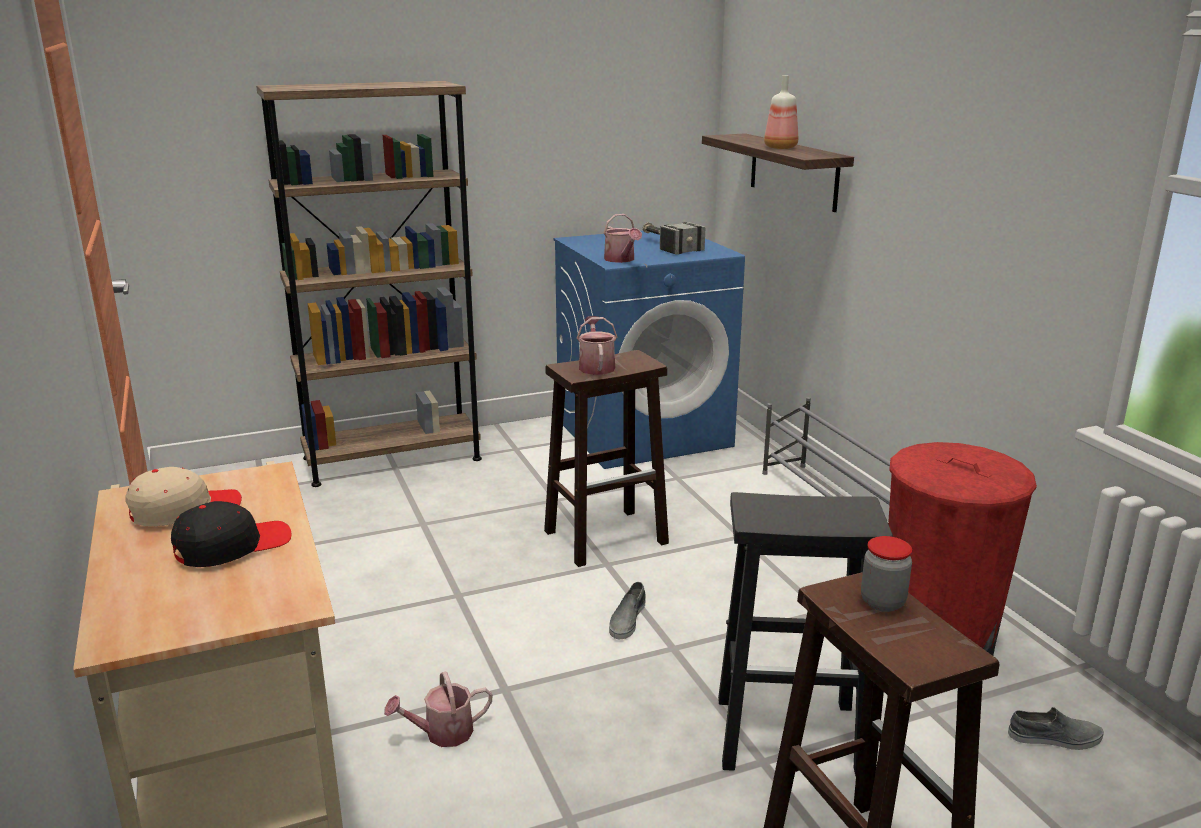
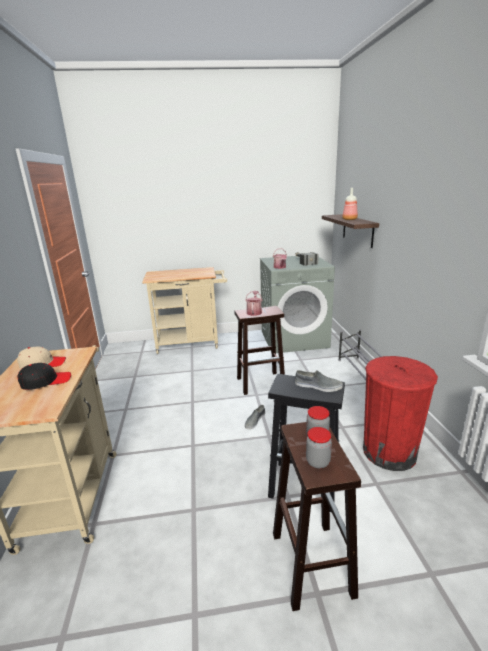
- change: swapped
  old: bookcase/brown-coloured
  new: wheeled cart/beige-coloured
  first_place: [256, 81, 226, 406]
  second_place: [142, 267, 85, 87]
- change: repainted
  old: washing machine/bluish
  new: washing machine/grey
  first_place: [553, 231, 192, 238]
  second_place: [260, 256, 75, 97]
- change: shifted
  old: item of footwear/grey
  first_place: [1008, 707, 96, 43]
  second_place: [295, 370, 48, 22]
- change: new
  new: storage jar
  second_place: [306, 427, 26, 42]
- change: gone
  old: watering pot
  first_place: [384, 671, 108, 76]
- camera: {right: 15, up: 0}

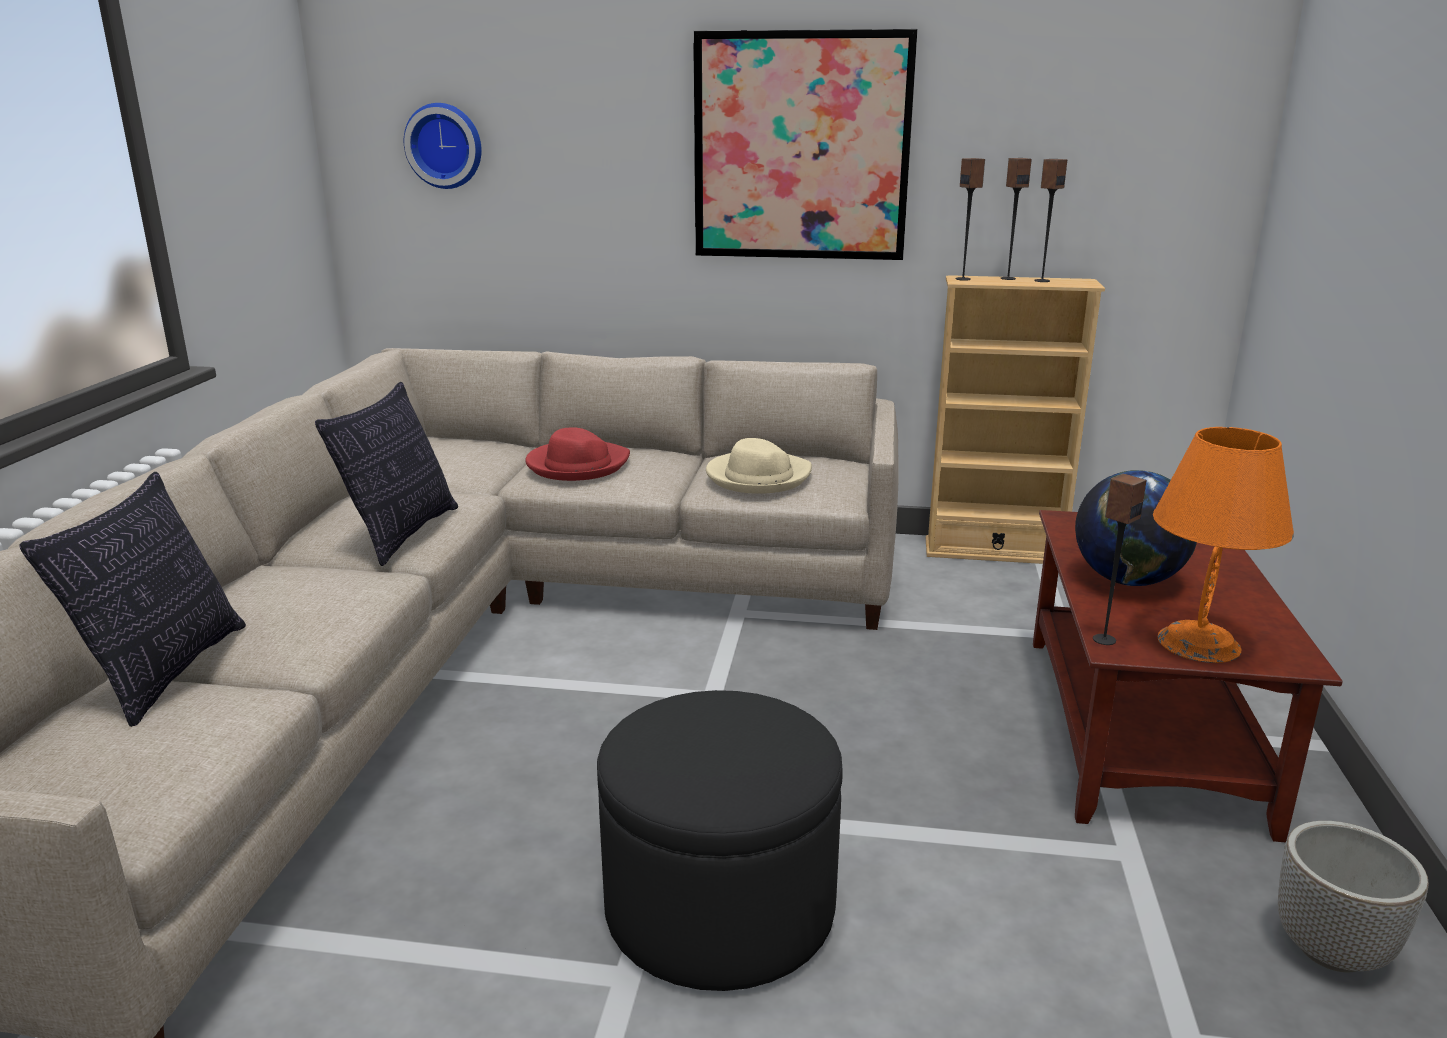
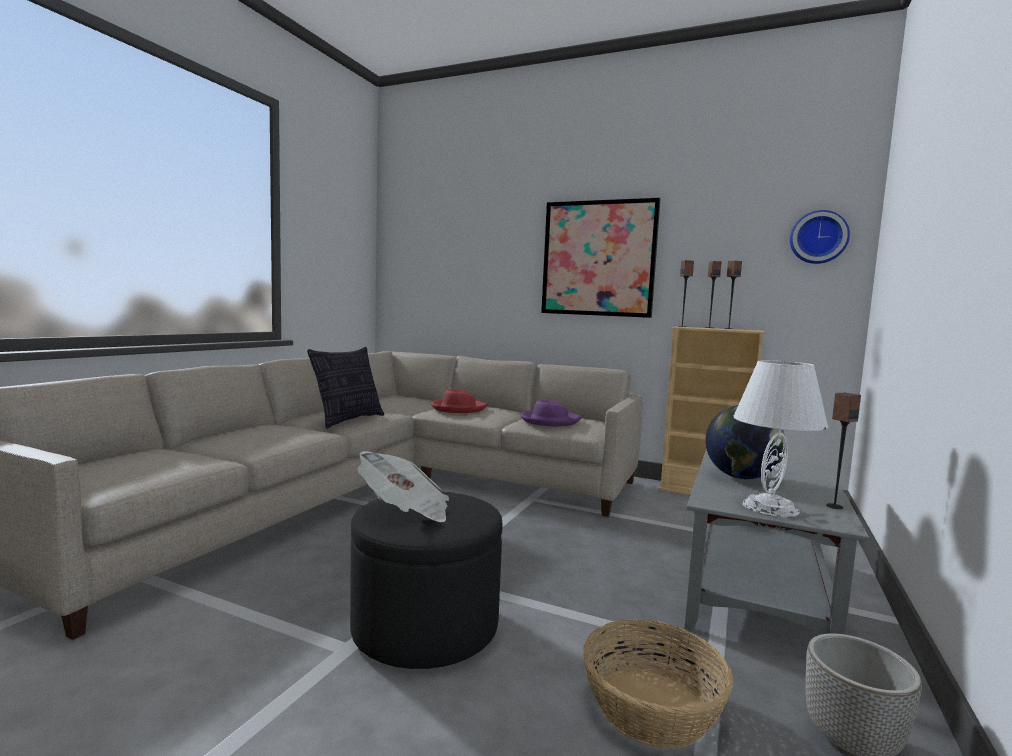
- change: new
  new: newspaper
  second_place: [358, 451, 91, 71]
- change: repainted
  old: hat/beige-coloured
  new: hat/purple
  first_place: [706, 438, 106, 56]
  second_place: [520, 399, 62, 28]
- change: new
  new: basket
  second_place: [583, 619, 150, 130]
- change: repainted
  old: low table/brown-coloured
  new: low table/grey
  first_place: [1033, 510, 310, 332]
  second_place: [684, 449, 185, 186]
- change: repainted
  old: lamp for a table/orangey
  new: lamp for a table/whitish
  first_place: [1153, 427, 141, 236]
  second_place: [733, 360, 95, 157]
- change: shifted
  old: clock on the wall
  first_place: [404, 103, 78, 86]
  second_place: [790, 210, 60, 54]
- change: shifted
  old: audio speaker
  first_place: [1093, 474, 54, 171]
  second_place: [826, 393, 35, 116]
- change: gone
  old: cushion
  first_place: [19, 472, 227, 255]
- camera: {right: 15, up: -15}

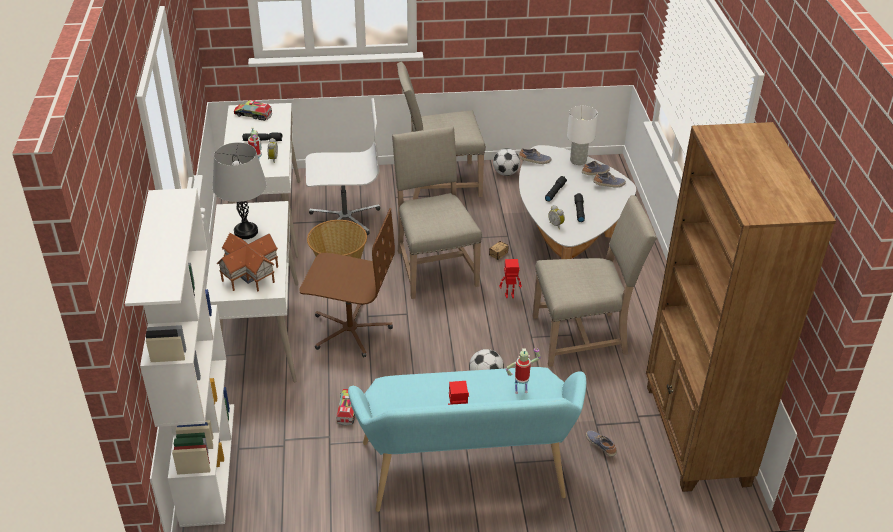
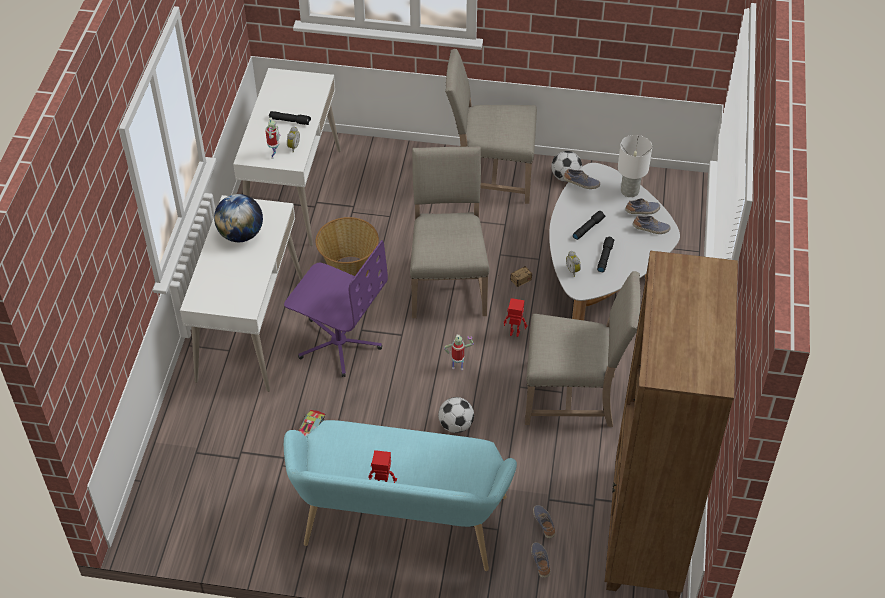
- change: swapped
  old: lamp for a table/grey
  new: desk globe
  first_place: [213, 142, 54, 97]
  second_place: [214, 194, 49, 48]
- change: repainted
  old: desk chair/brown-coloured
  new: desk chair/purple
  first_place: [299, 208, 96, 149]
  second_place: [284, 240, 104, 137]
- change: shifted
  old: toy robot
  first_place: [506, 348, 35, 46]
  second_place: [444, 335, 30, 35]
- change: new
  new: item of footwear
  second_place: [531, 542, 19, 36]
- change: gone
  old: bookcase/whitish
  first_place: [125, 188, 109, 339]
- change: gone
  old: toy house
  first_place: [217, 233, 61, 58]
- change: gone
  old: toy lorry
  first_place: [234, 100, 38, 21]
- change: gone
  old: desk chair/whitish
  first_place: [306, 98, 74, 137]
- camera: {right: 15, up: 10}

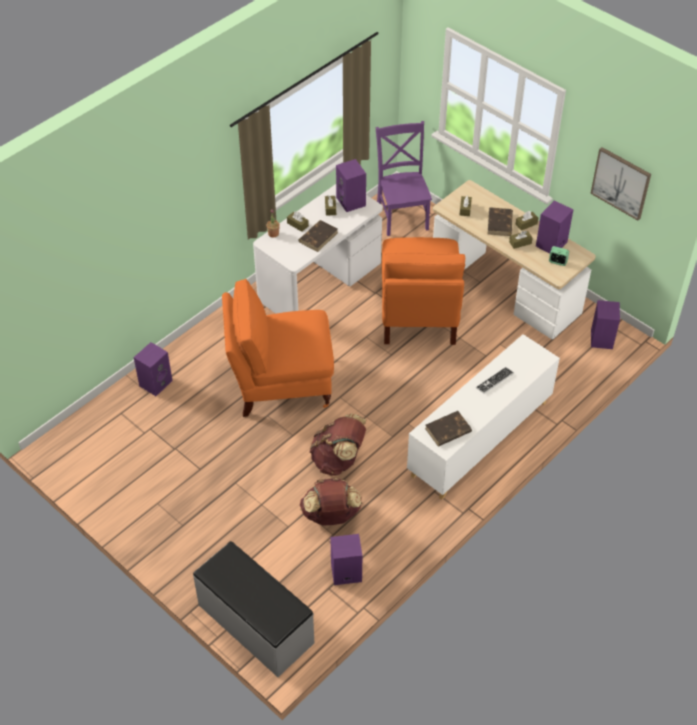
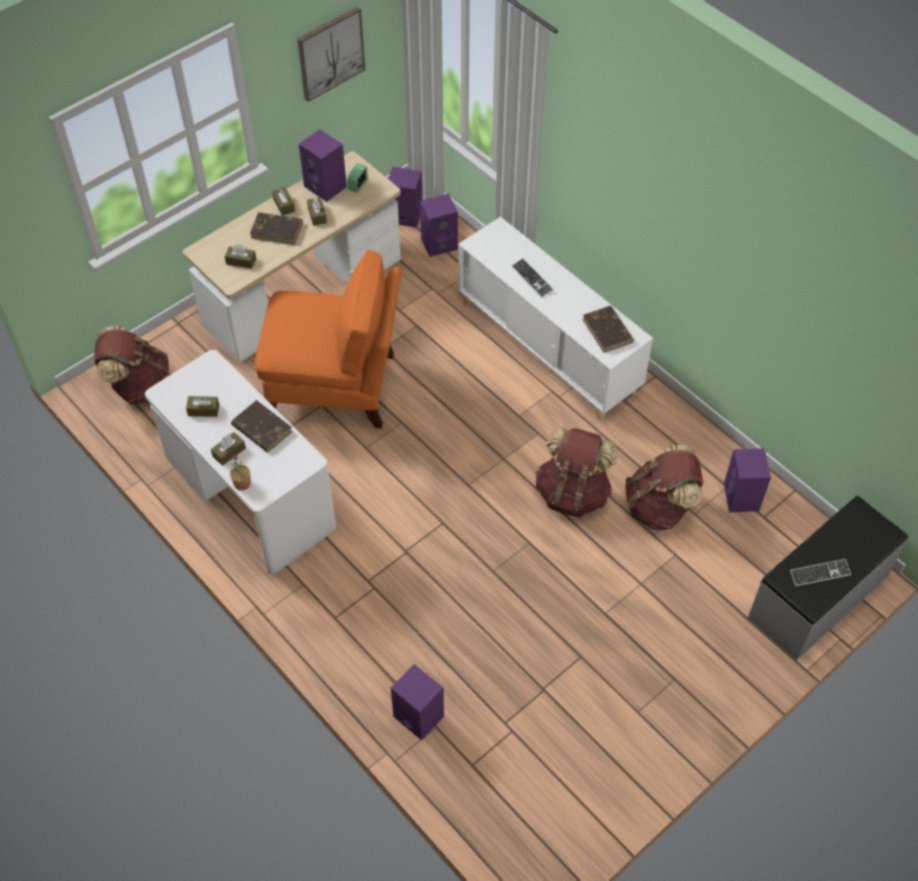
- change: swapped
  old: chair/purple
  new: backpack/brown-coloured
  first_place: [376, 121, 56, 115]
  second_place: [94, 326, 75, 78]
- change: shifted
  old: audio speaker/purple
  first_place: [336, 159, 30, 53]
  second_place: [420, 194, 38, 63]
- change: new
  new: PC keyboard
  second_place: [790, 559, 61, 27]
- change: gone
  old: chair/orangey
  first_place: [222, 279, 112, 138]
- camera: {right: -85, up: 5}

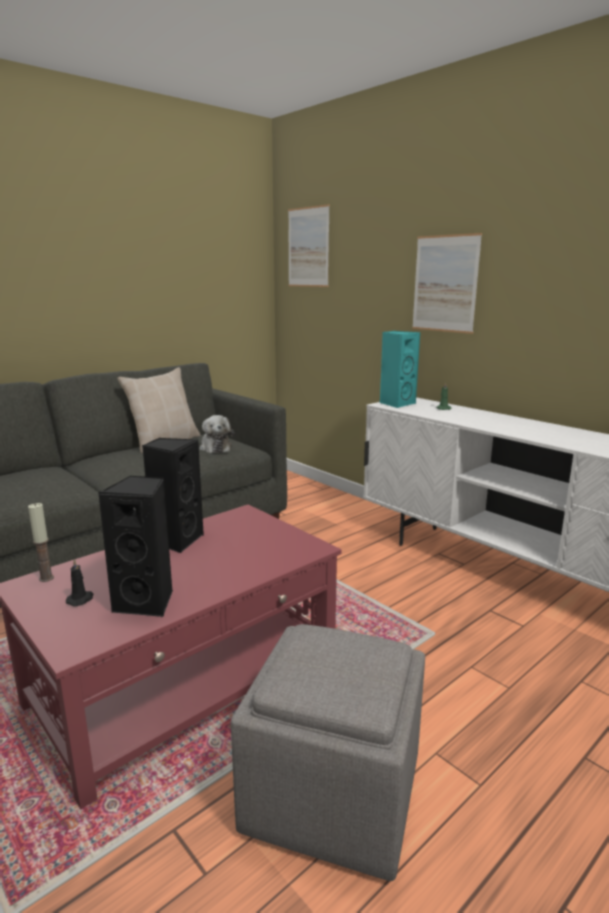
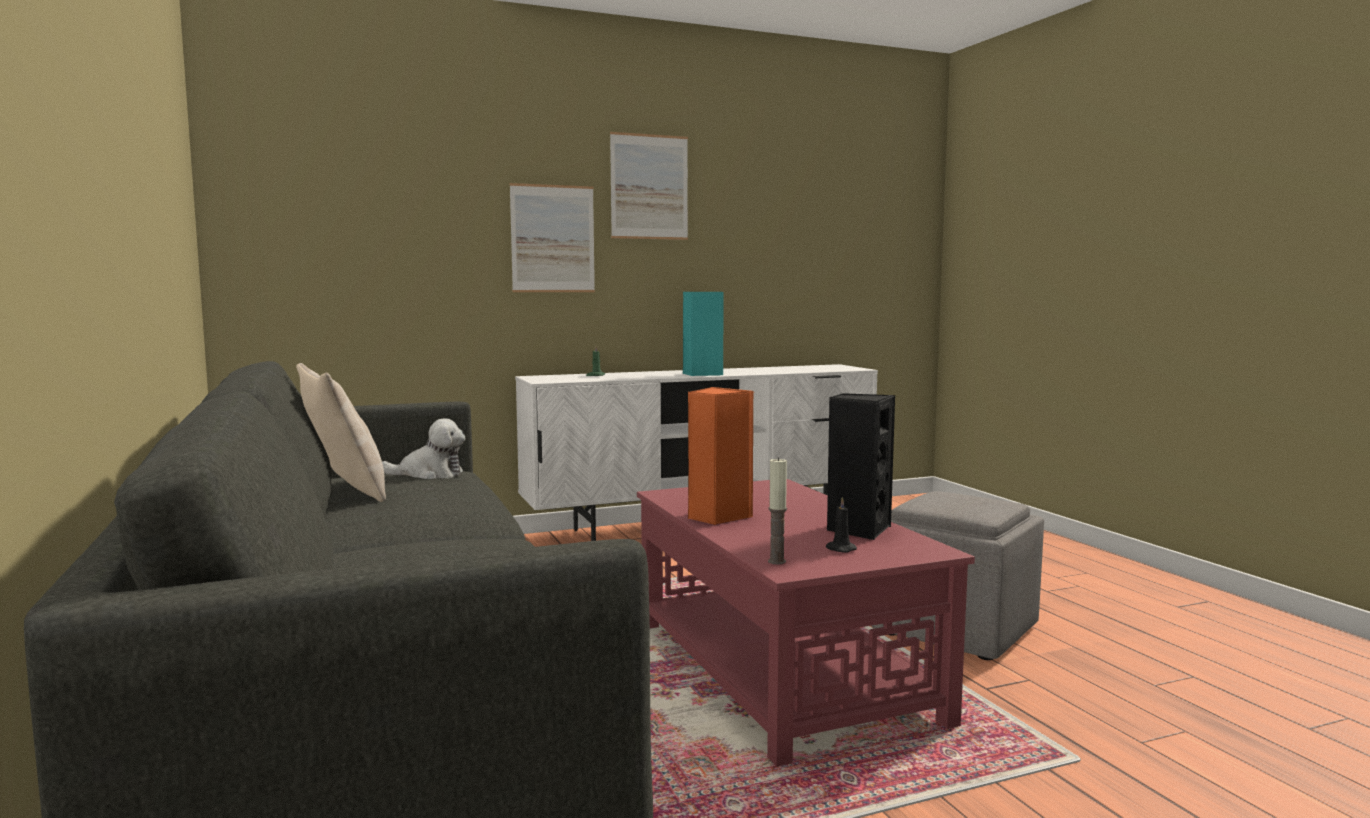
- change: shifted
  old: picture
  first_place: [288, 204, 42, 83]
  second_place: [610, 132, 78, 108]
- change: shifted
  old: audio speaker/turquoise-coloured
  first_place: [380, 331, 40, 77]
  second_place: [683, 292, 41, 84]
- change: repainted
  old: audio speaker/black
  new: audio speaker/orangey
  first_place: [142, 438, 62, 115]
  second_place: [687, 387, 67, 138]
- camera: {right: -70, up: -10}

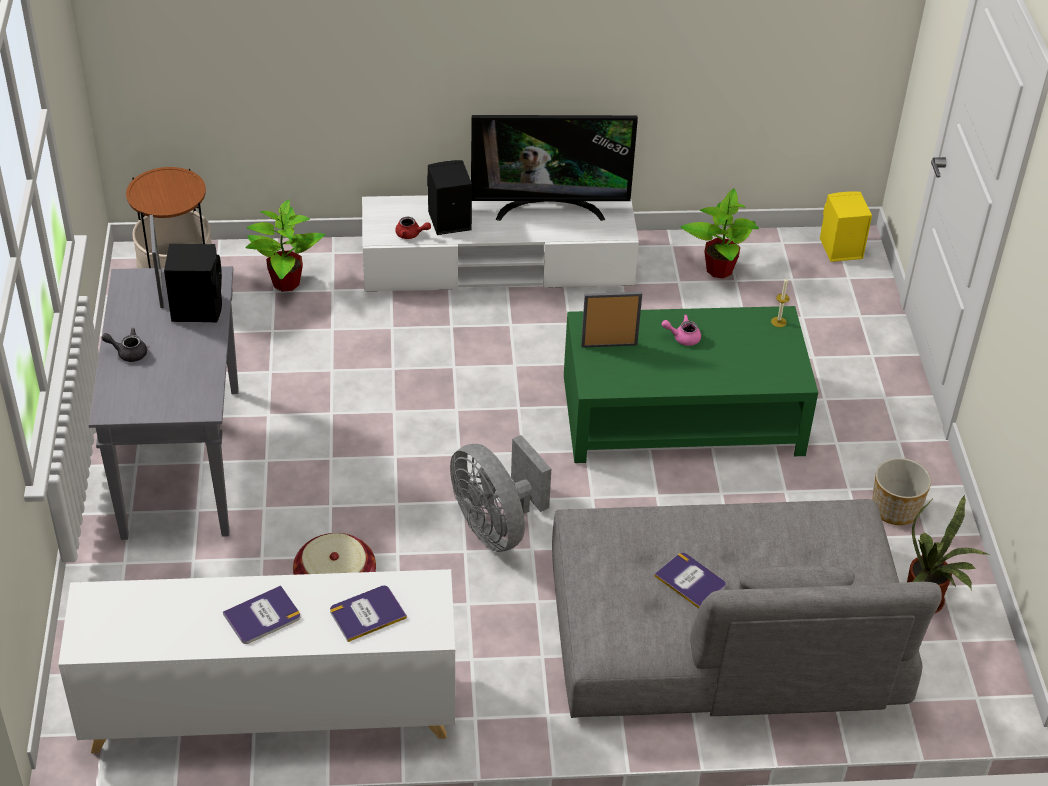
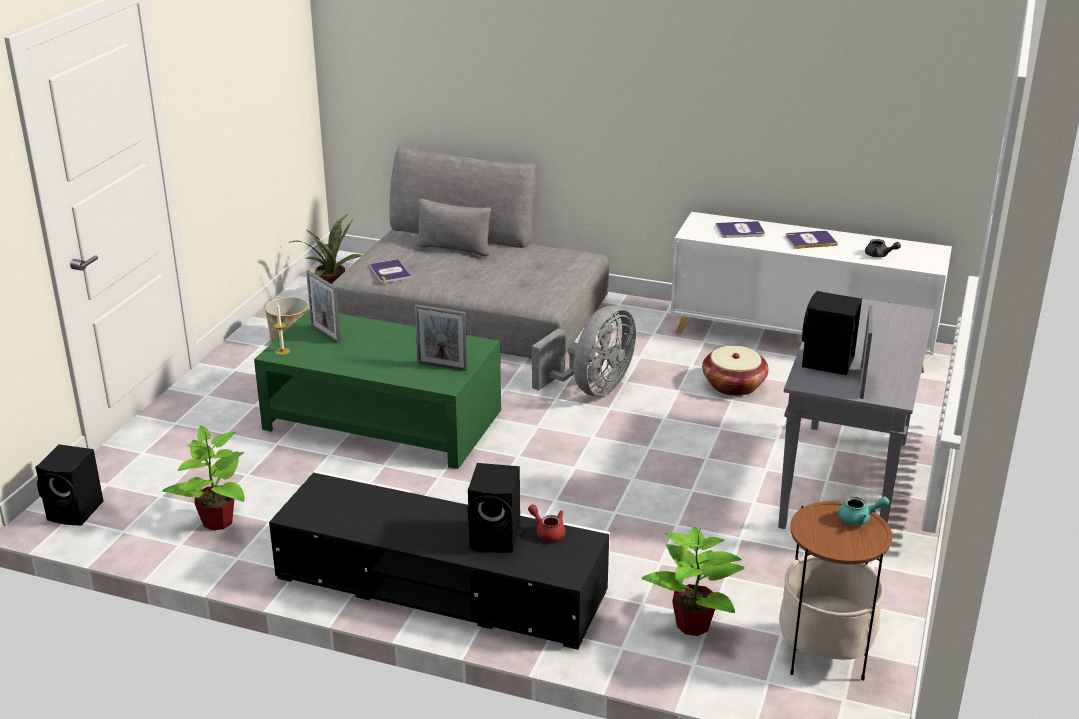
- change: repainted
  old: audio speaker/yellowish
  new: audio speaker/black
  first_place: [820, 192, 52, 70]
  second_place: [35, 444, 68, 81]
- change: repainted
  old: tv stand/whitish
  new: tv stand/black
  first_place: [362, 195, 277, 97]
  second_place: [269, 471, 341, 179]
- change: new
  new: standing frame
  second_place: [306, 270, 35, 74]
- change: shifted
  old: volume
  first_place: [654, 552, 72, 57]
  second_place: [370, 259, 41, 24]
- change: rotated
  old: cooling fan/grey
  first_place: [450, 435, 101, 117]
  second_place: [532, 306, 104, 90]
  degrees: 45
- change: new
  new: tea pot/turquoise-coloured
  second_place: [838, 496, 51, 29]
- change: shifted
  old: tea pot/grey
  first_place: [101, 328, 46, 34]
  second_place: [865, 239, 36, 19]
- change: gone
  old: television
  first_place: [471, 115, 167, 106]
- change: gone
  old: tea pot/pink
  first_place: [662, 314, 39, 32]
- camera: {right: -155, up: -15}

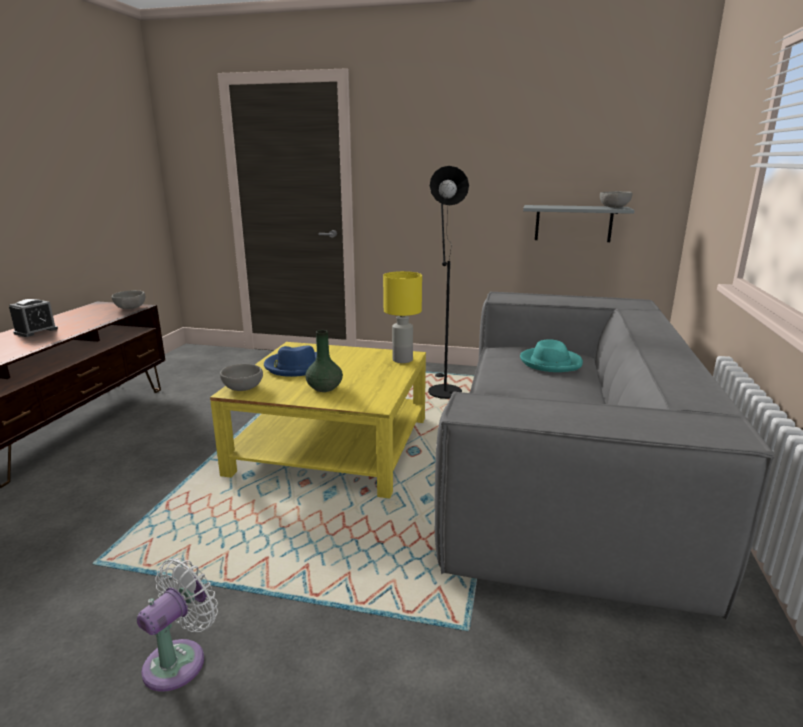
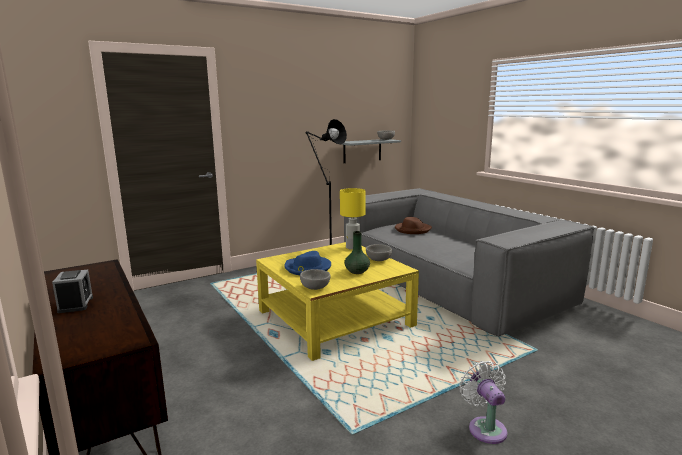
- change: shifted
  old: deep dish/grey
  first_place: [111, 290, 34, 19]
  second_place: [366, 244, 26, 17]
- change: repainted
  old: hat/turquoise-coloured
  new: hat/brown-coloured
  first_place: [520, 339, 63, 33]
  second_place: [395, 217, 37, 17]
- camera: {right: -45, up: -5}

